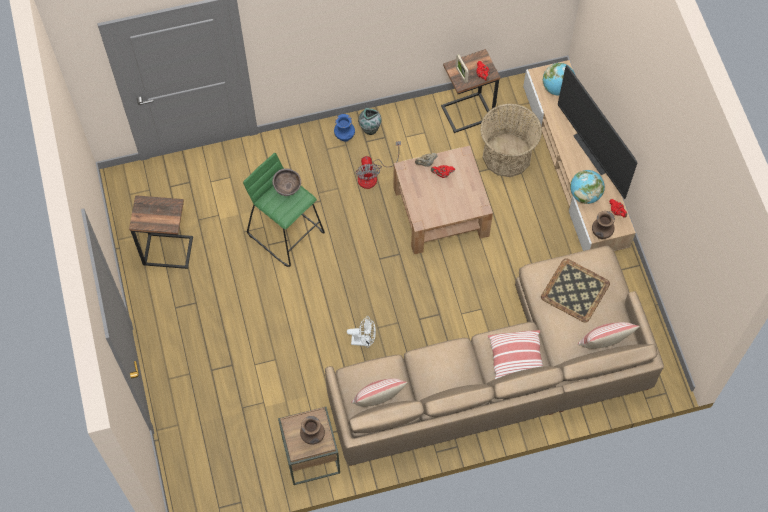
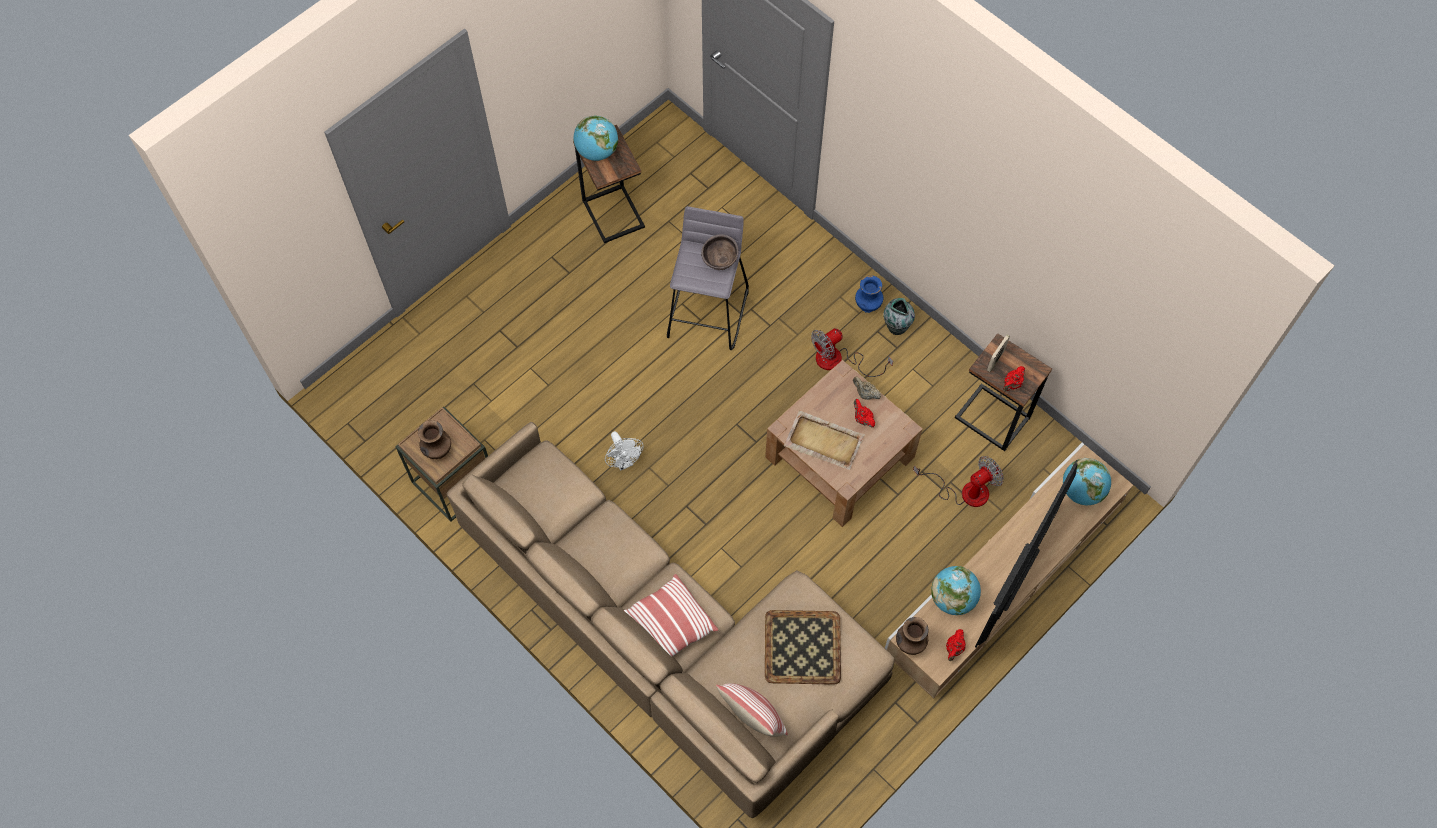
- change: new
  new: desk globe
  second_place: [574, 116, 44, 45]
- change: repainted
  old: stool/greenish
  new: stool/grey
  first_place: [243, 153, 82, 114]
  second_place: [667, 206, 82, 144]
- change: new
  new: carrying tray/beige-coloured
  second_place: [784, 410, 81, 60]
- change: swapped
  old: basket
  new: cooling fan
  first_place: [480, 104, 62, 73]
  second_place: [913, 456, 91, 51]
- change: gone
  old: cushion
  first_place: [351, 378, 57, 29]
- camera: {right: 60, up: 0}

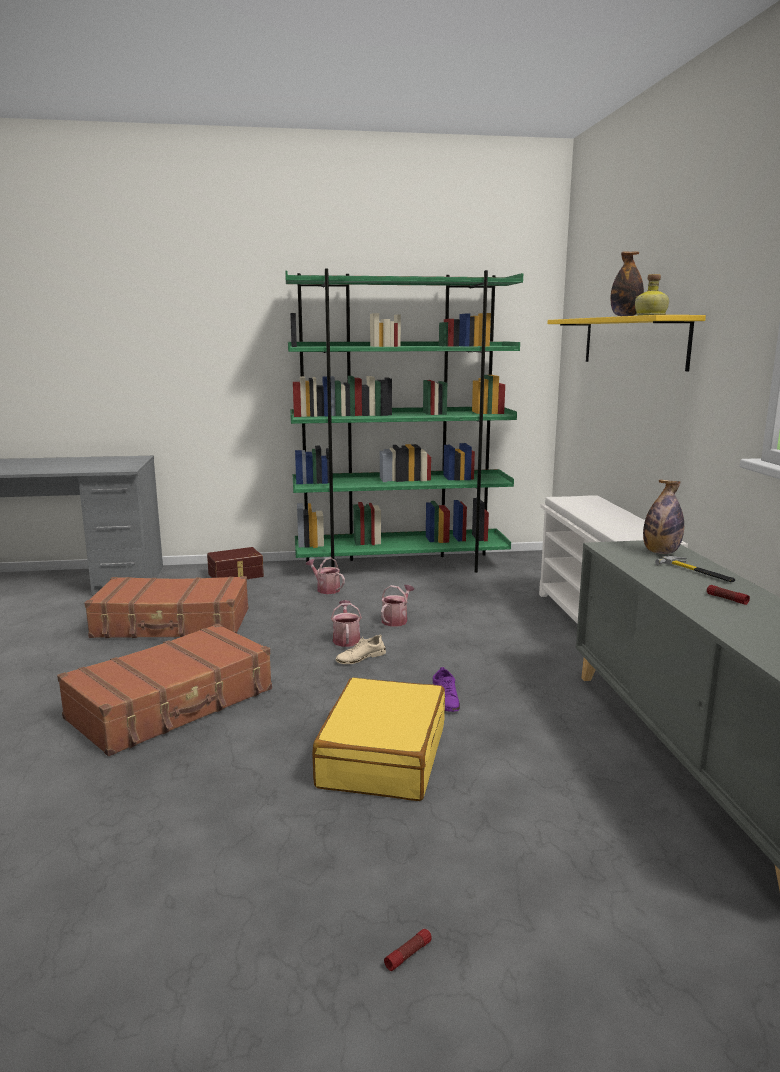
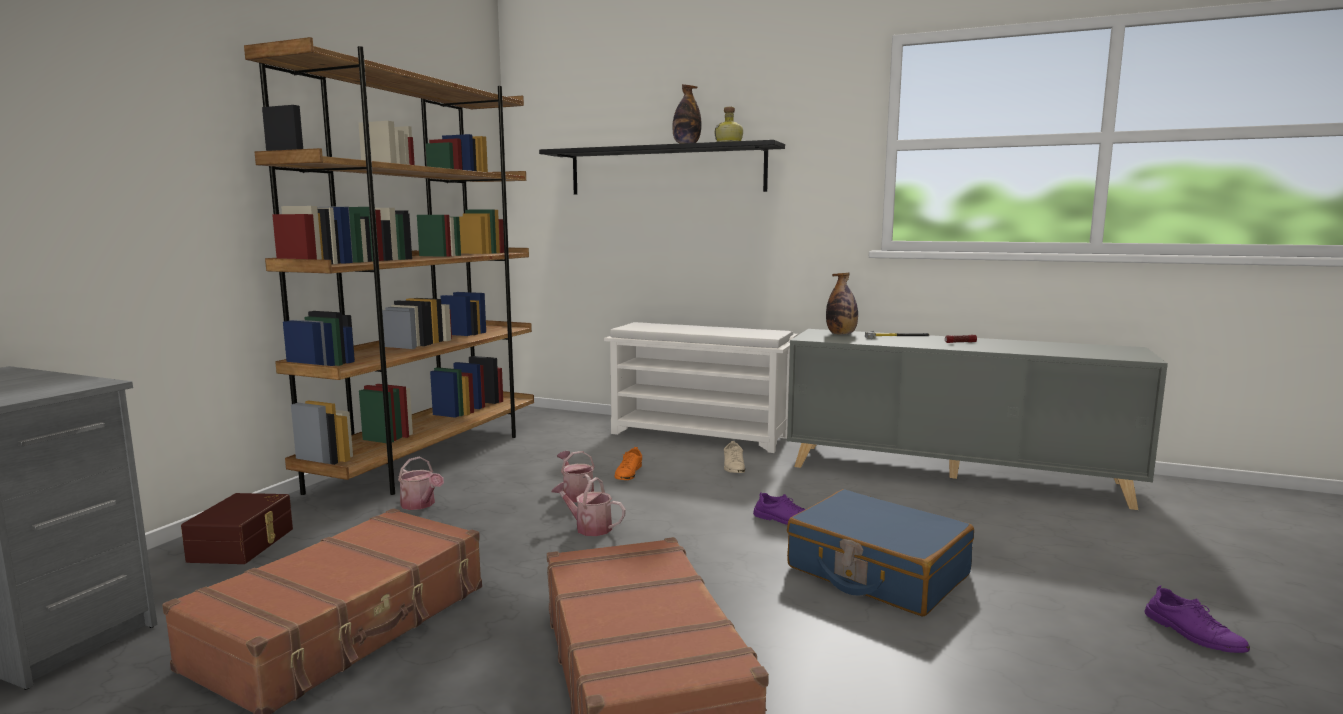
- change: repainted
  old: bookcase/greenish
  new: bookcase/brown-coloured
  first_place: [285, 269, 238, 304]
  second_place: [244, 37, 290, 458]
- change: rotated
  old: watering pot
  first_place: [306, 557, 39, 37]
  second_place: [398, 456, 46, 54]
  degrees: -120
- change: repainted
  old: bracket shelf/yellowish
  new: bracket shelf/black
  first_place: [547, 315, 159, 56]
  second_place: [539, 140, 246, 55]
- change: new
  new: item of footwear/orangey
  second_place: [615, 447, 27, 33]
- change: shifted
  old: item of footwear/beige-coloured
  first_place: [336, 634, 50, 30]
  second_place: [724, 441, 21, 32]
- change: repainted
  old: travel case/yellowish
  new: travel case/bluish
  first_place: [312, 677, 133, 124]
  second_place: [787, 489, 187, 127]
- change: swapped
  old: hand torch
  new: item of footwear/purple
  first_place: [384, 929, 48, 42]
  second_place: [1144, 586, 106, 67]
- camera: {right: -60, up: -5}

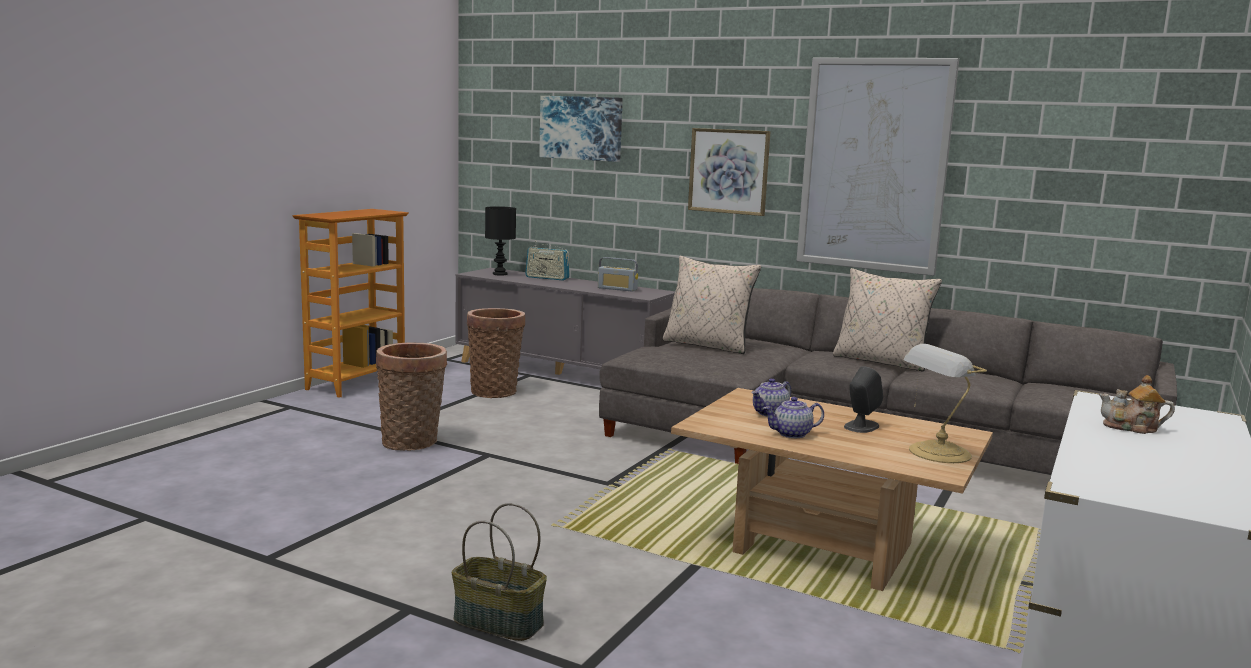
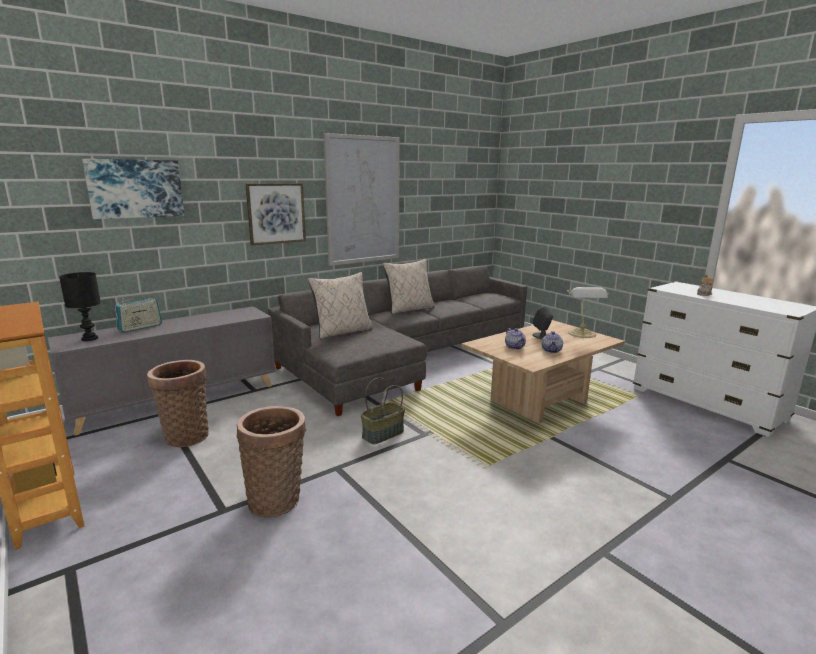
- change: shifted
  old: basket
  first_place: [451, 503, 96, 138]
  second_place: [361, 378, 44, 66]
- change: gone
  old: radio receiver
  first_place: [598, 257, 40, 35]
- camera: {right: -65, up: 5}

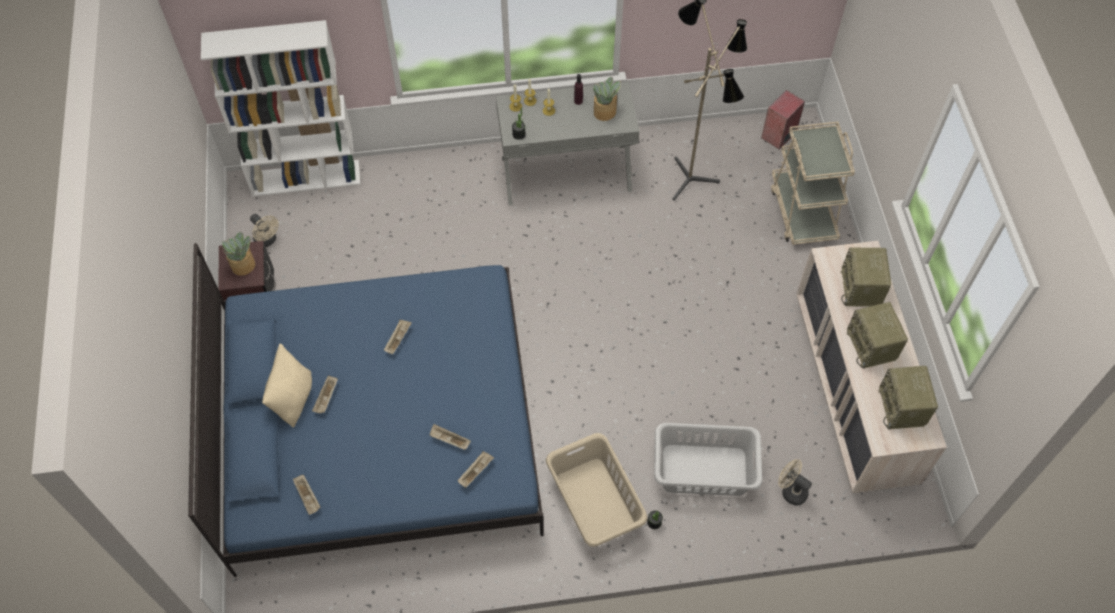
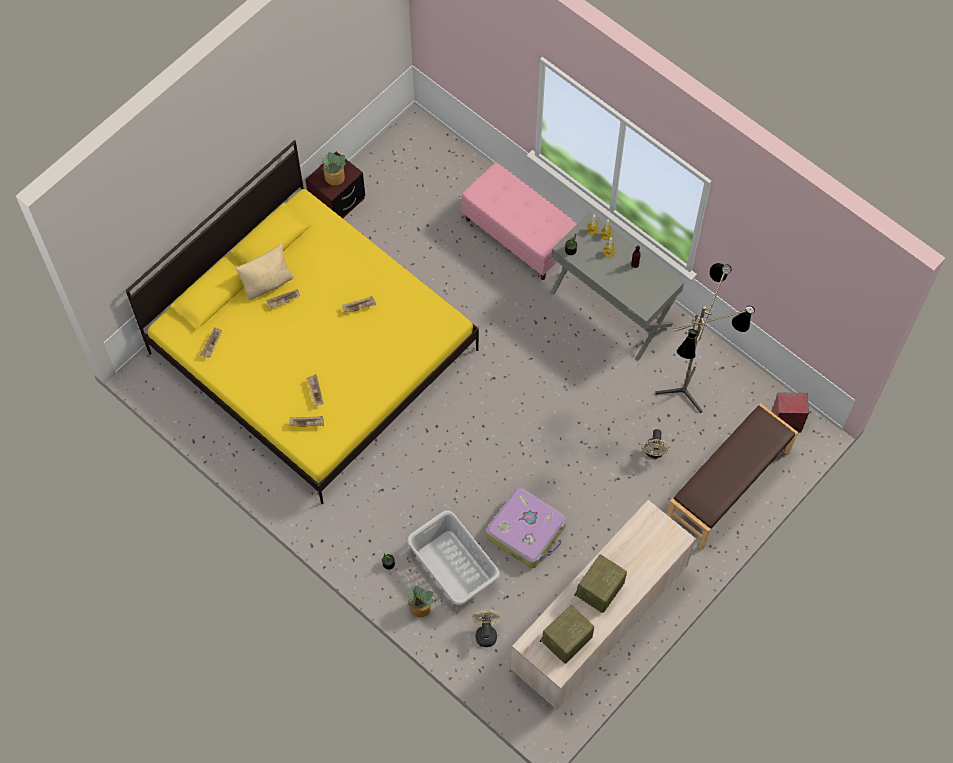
- change: repainted
  old: bedroom bed/bluish
  new: bedroom bed/yellowish
  first_place: [188, 243, 356, 334]
  second_place: [126, 140, 353, 364]
- change: shifted
  old: houseplant
  first_place: [593, 77, 28, 44]
  second_place: [408, 586, 26, 31]
- change: new
  new: indoor bench/pink
  second_place: [461, 162, 116, 118]
- change: new
  new: travel case
  second_place: [486, 487, 80, 82]
- change: shifted
  old: cooling fan/beige-coloured
  first_place: [250, 214, 29, 33]
  second_place: [643, 429, 27, 29]
- change: swapped
  old: wheeled cart/beige-coloured
  new: indoor bench/brown-coloured
  first_place: [771, 122, 84, 123]
  second_place: [667, 403, 131, 147]
- change: gone
  old: bookcase/whitish
  first_place: [201, 20, 160, 177]
- change: gone
  old: washing basket/beige-coloured
  first_place: [546, 433, 102, 114]
- change: gone
  old: radio receiver
  first_place: [841, 247, 51, 60]
- camera: {right: 50, up: 5}

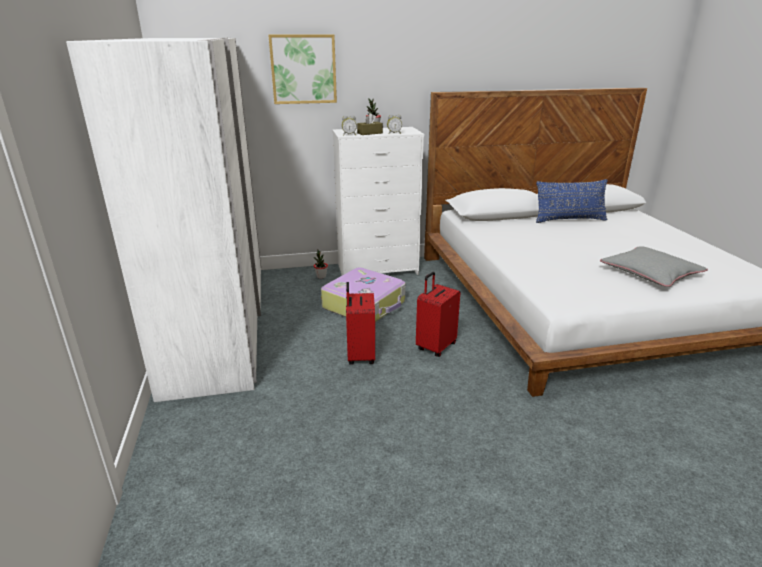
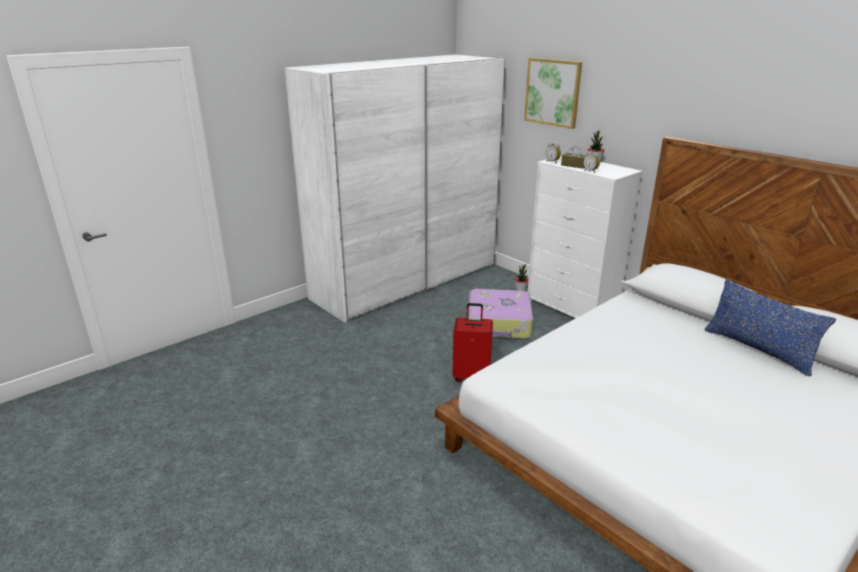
- change: gone
  old: travel case/red-coloured
  first_place: [346, 282, 29, 83]
- change: gone
  old: cushion/grey
  first_place: [600, 246, 108, 41]
- camera: {right: 60, up: 0}

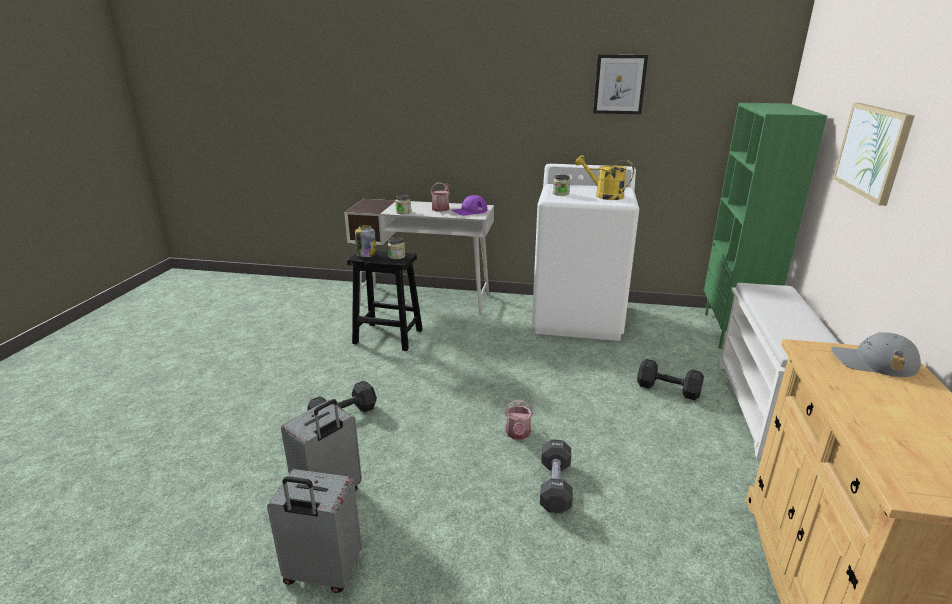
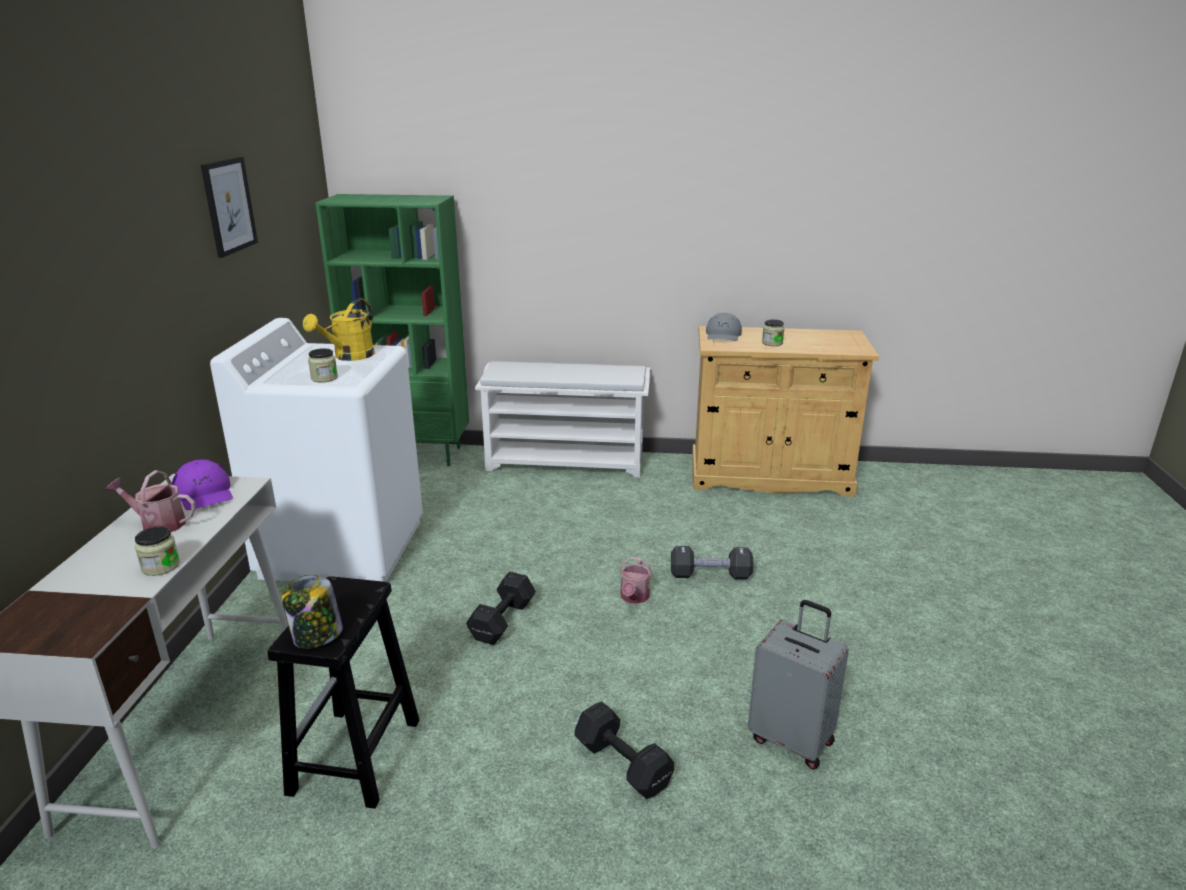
- change: shifted
  old: dumbbell/black
  first_place: [637, 359, 67, 41]
  second_place: [466, 572, 70, 73]
- change: rotated
  old: watering pot
  first_place: [505, 400, 28, 40]
  second_place: [619, 557, 33, 47]
  degrees: 105
- change: shifted
  old: storage jar
  first_place: [388, 237, 18, 22]
  second_place: [762, 319, 23, 27]
- change: gone
  old: travel case/grey
  first_place: [267, 469, 95, 124]
- change: gone
  old: picture
  first_place: [833, 103, 82, 103]
- camera: {right: -95, up: 0}

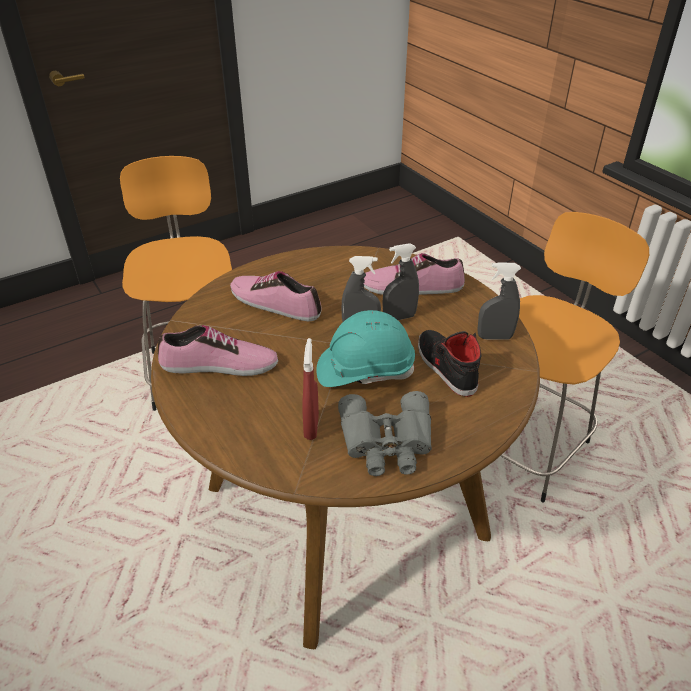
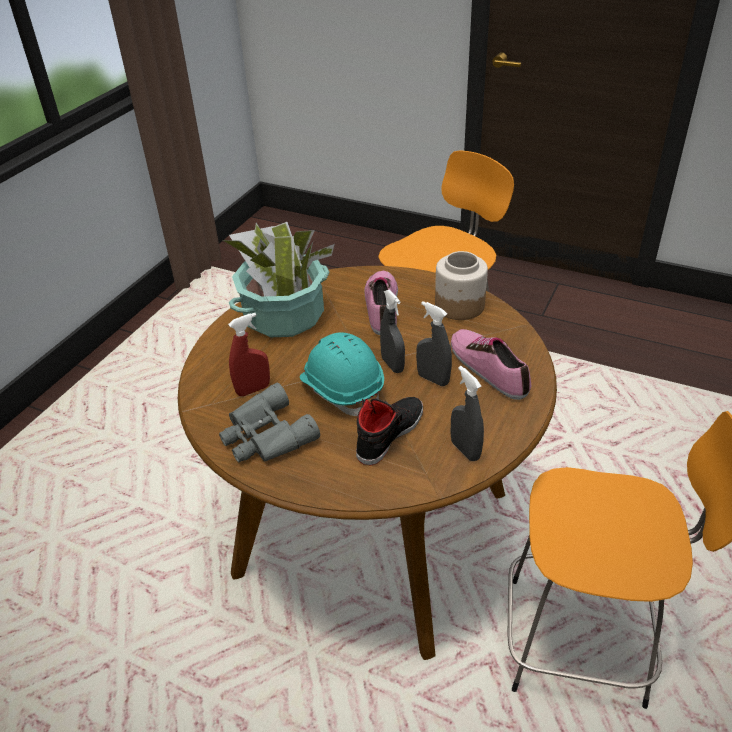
- change: swapped
  old: item of footwear
  new: houseplant
  first_place: [158, 325, 120, 51]
  second_place: [223, 222, 112, 115]
- change: new
  new: storage jar
  second_place: [435, 251, 53, 69]
- camera: {right: 60, up: 0}

